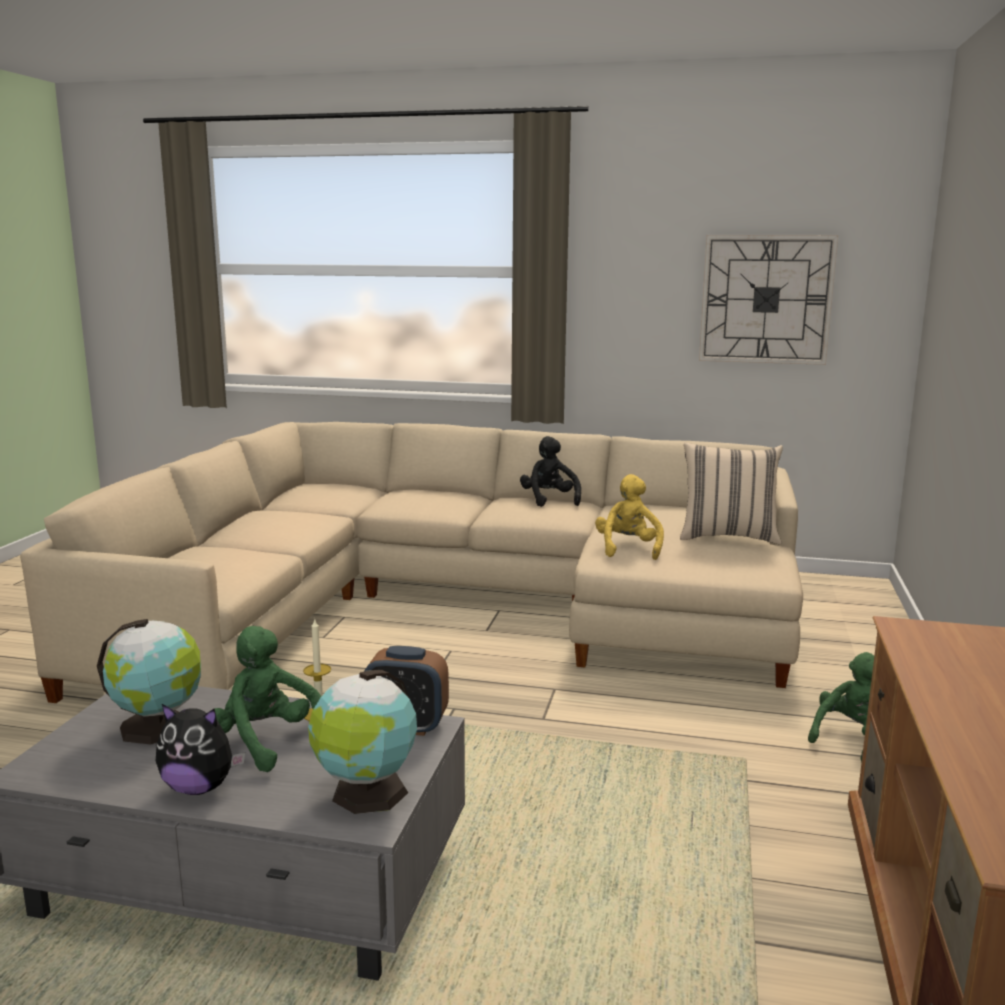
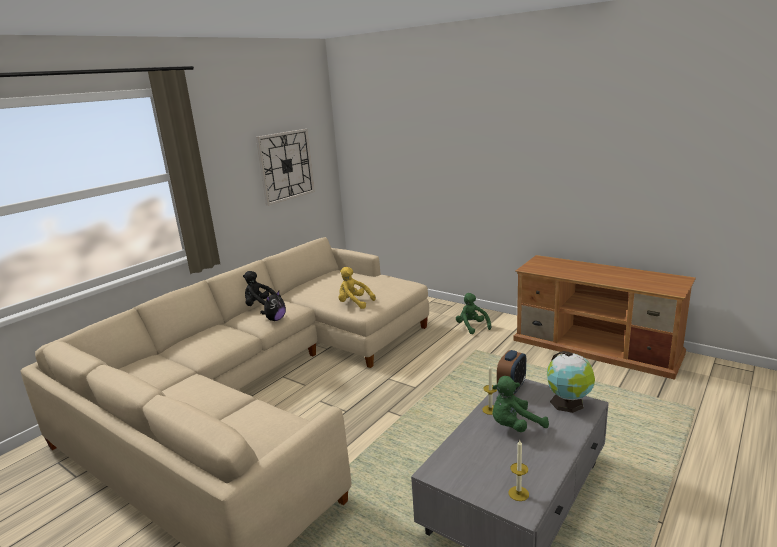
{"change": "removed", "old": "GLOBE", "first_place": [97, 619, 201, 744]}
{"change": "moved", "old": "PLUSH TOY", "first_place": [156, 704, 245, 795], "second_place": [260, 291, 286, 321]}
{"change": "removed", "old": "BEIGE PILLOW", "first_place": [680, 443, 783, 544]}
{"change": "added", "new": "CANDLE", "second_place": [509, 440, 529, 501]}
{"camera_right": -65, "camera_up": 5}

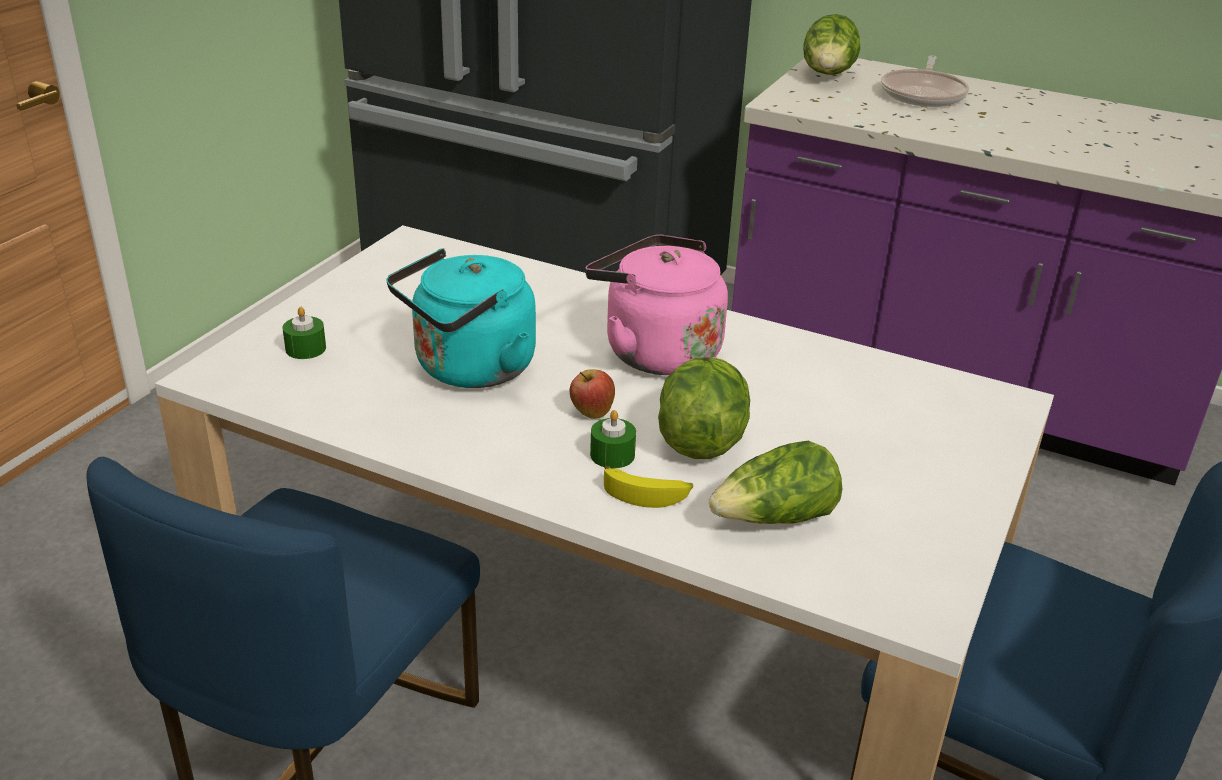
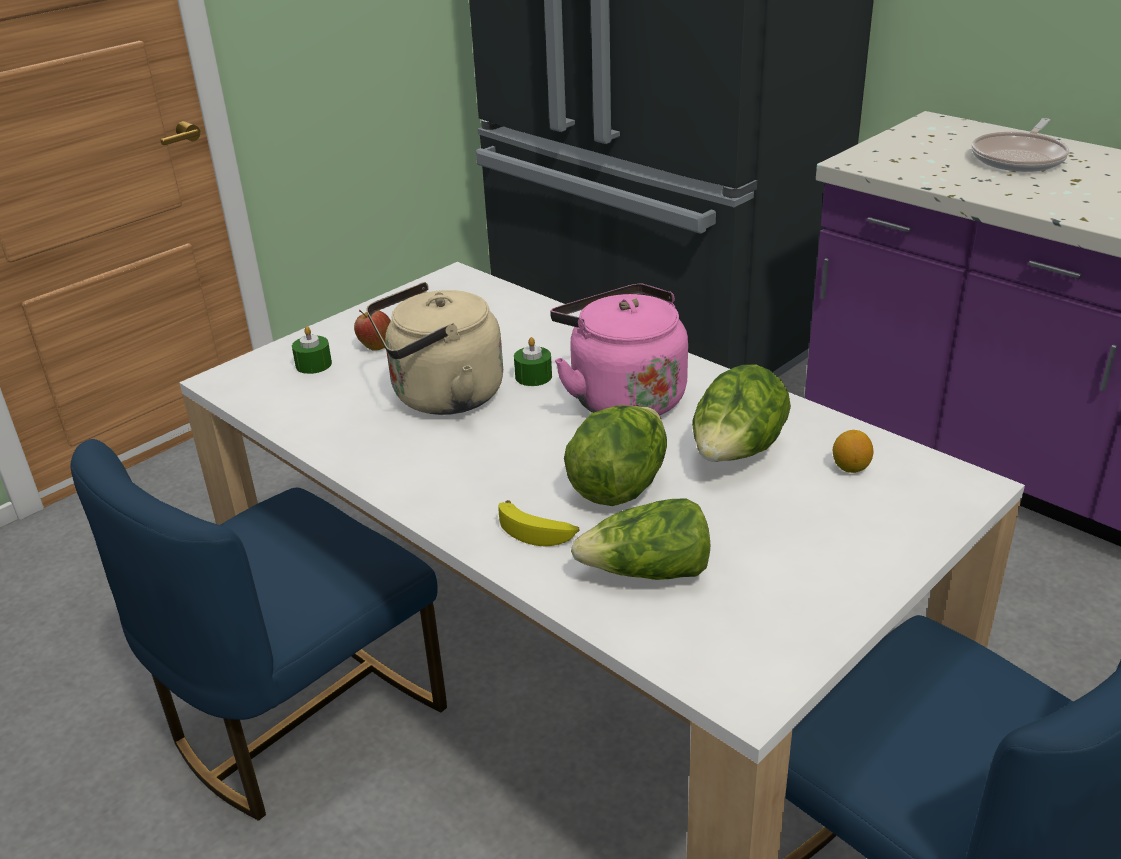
{"change": "recoloured", "old": "TURQUOISE KETTLE", "new": "BEIGE KETTLE", "first_place": [387, 248, 536, 388], "second_place": [366, 282, 503, 415]}
{"change": "moved", "old": "APPLE", "first_place": [569, 369, 615, 419], "second_place": [354, 310, 391, 350]}
{"change": "moved", "old": "GREEN CANDLE", "first_place": [590, 410, 636, 468], "second_place": [514, 337, 552, 386]}
{"change": "moved", "old": "LETTUCE", "first_place": [803, 14, 860, 75], "second_place": [692, 365, 791, 462]}
{"change": "added", "new": "LEMON", "second_place": [833, 430, 873, 473]}
{"camera_right": 20, "camera_up": 0}

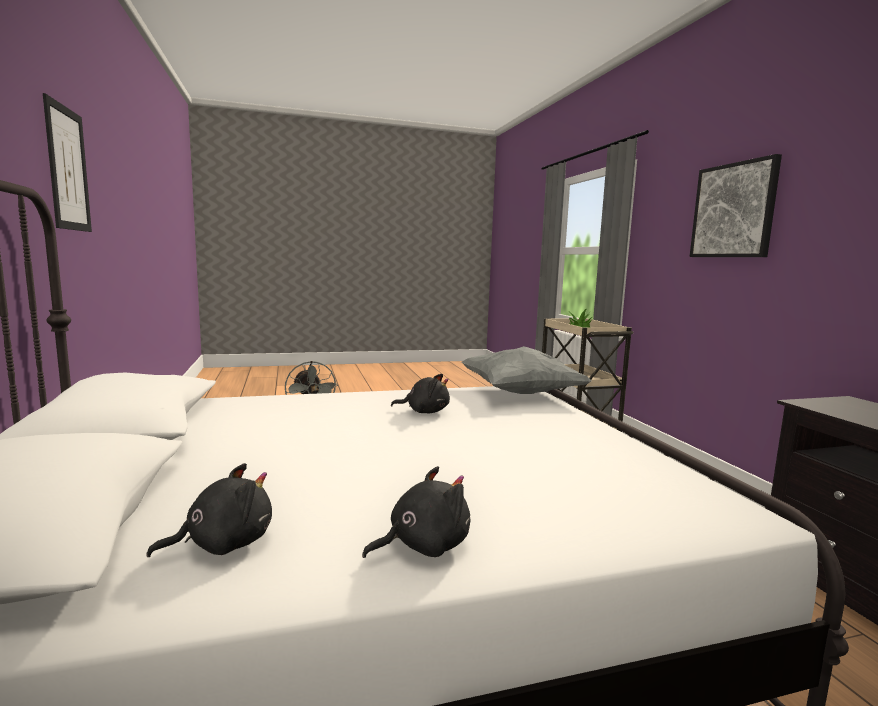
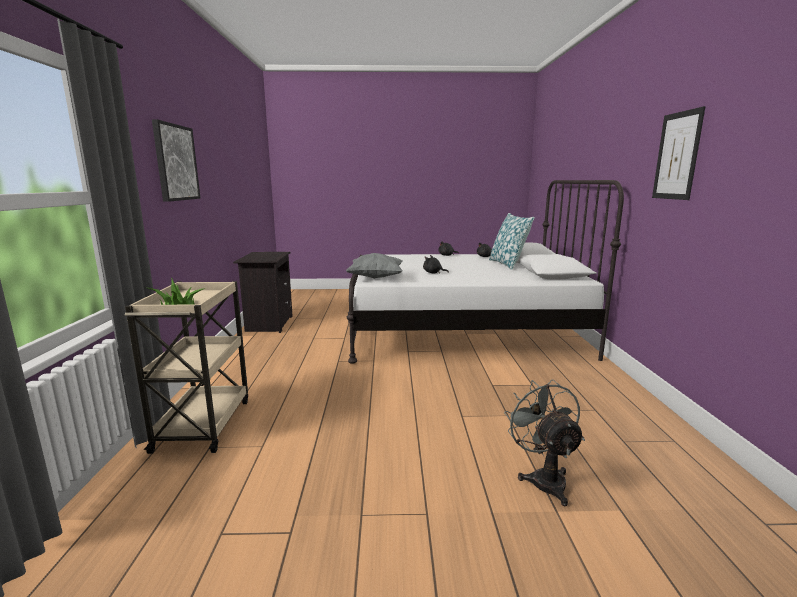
{"change": "added", "new": "PILLOW", "second_place": [489, 213, 534, 270]}
{"camera_right": -165, "camera_up": 5}

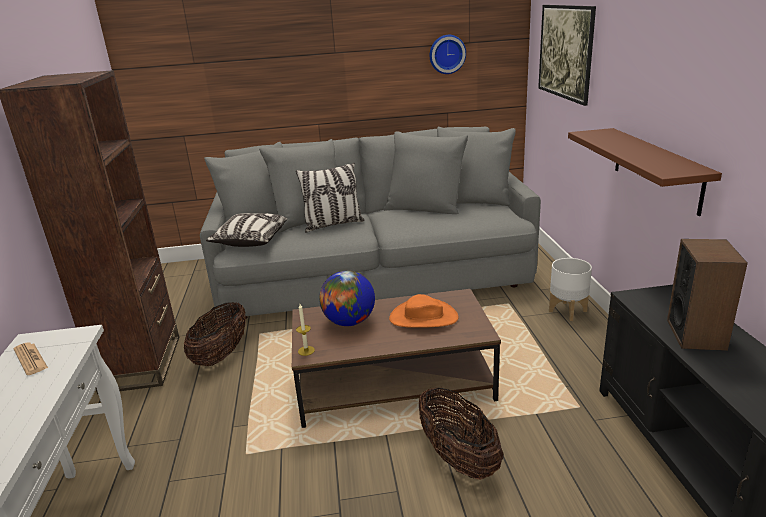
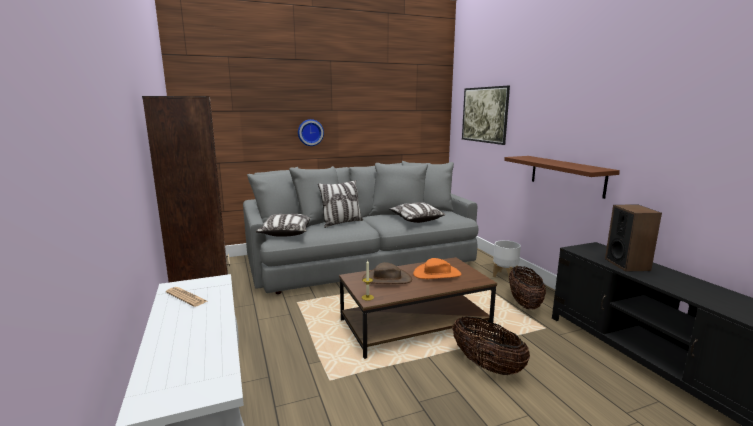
{"change": "moved", "old": "BASKET", "first_place": [184, 302, 246, 366], "second_place": [509, 266, 546, 309]}
{"change": "replaced", "old": "GLOBE", "new": "BROWN HAT", "first_place": [319, 271, 375, 326], "second_place": [362, 262, 412, 284]}
{"change": "moved", "old": "WALL CLOCK", "first_place": [430, 35, 466, 74], "second_place": [298, 119, 324, 146]}
{"change": "added", "new": "PILLOW", "second_place": [390, 202, 445, 223]}
{"camera_right": -15, "camera_up": -10}

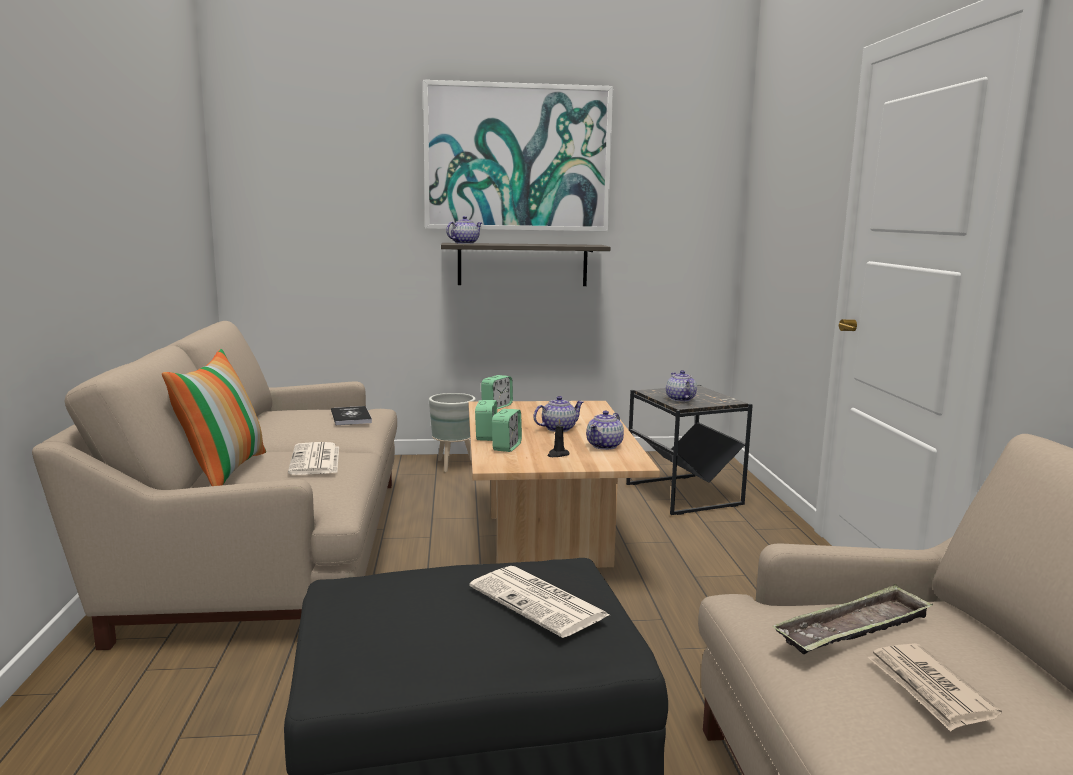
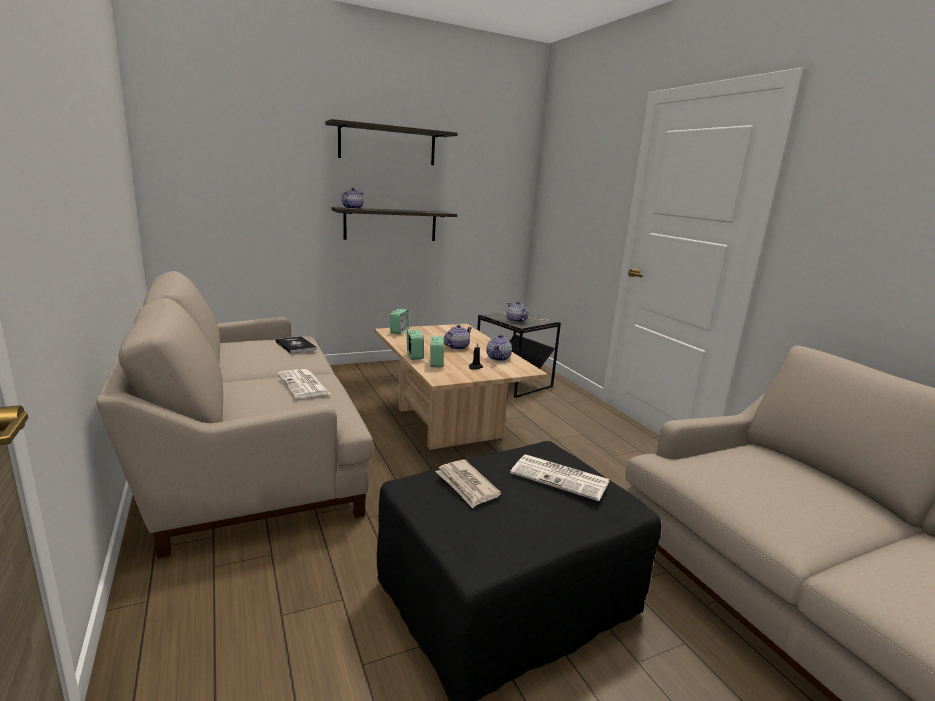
{"change": "removed", "old": "PILLOW", "first_place": [162, 349, 266, 486]}
{"change": "replaced", "old": "PICTURE", "new": "SHELF", "first_place": [423, 80, 613, 231], "second_place": [325, 119, 457, 165]}
{"change": "removed", "old": "GREY PLANTER", "first_place": [429, 393, 476, 472]}
{"change": "removed", "old": "TRAY", "first_place": [772, 584, 933, 654]}
{"change": "moved", "old": "NEWSPAPER", "first_place": [868, 643, 1002, 731], "second_place": [435, 460, 501, 508]}
{"camera_right": -20, "camera_up": 5}

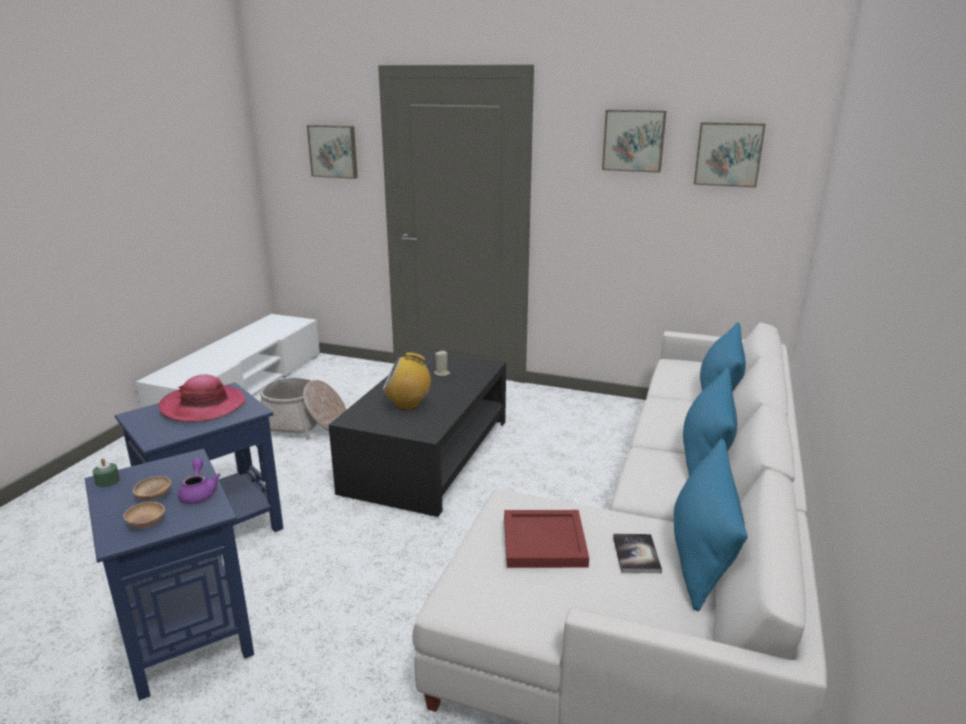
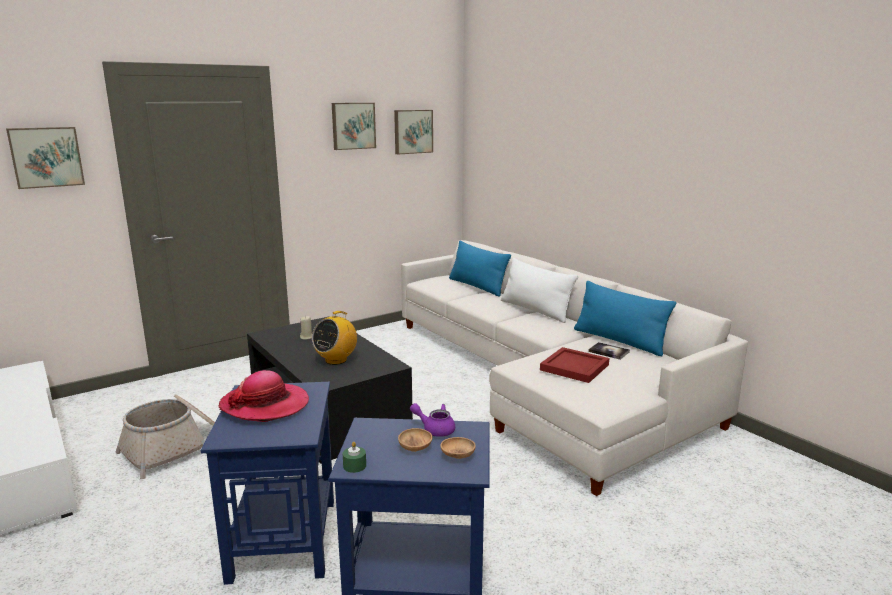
{"change": "recoloured", "old": "BLUE PILLOW", "new": "WHITE PILLOW", "first_place": [683, 368, 737, 476], "second_place": [501, 258, 578, 323]}
{"camera_right": -55, "camera_up": -5}

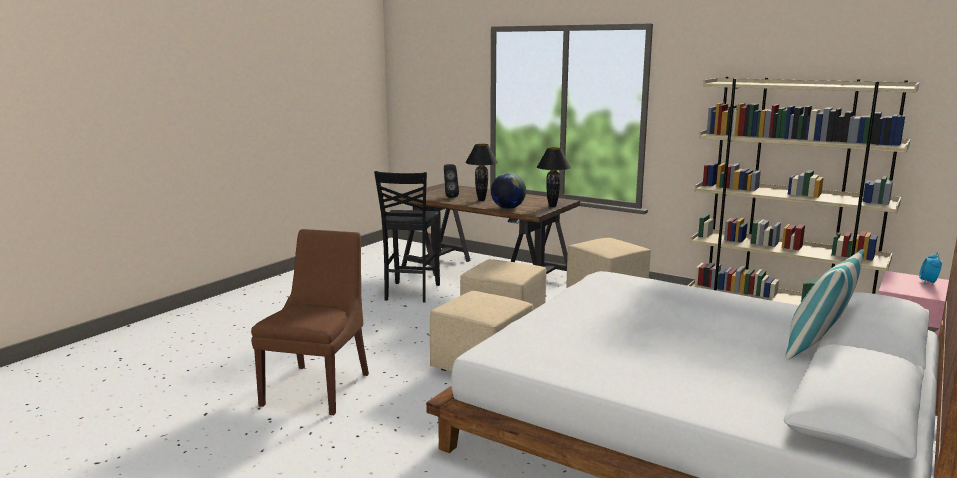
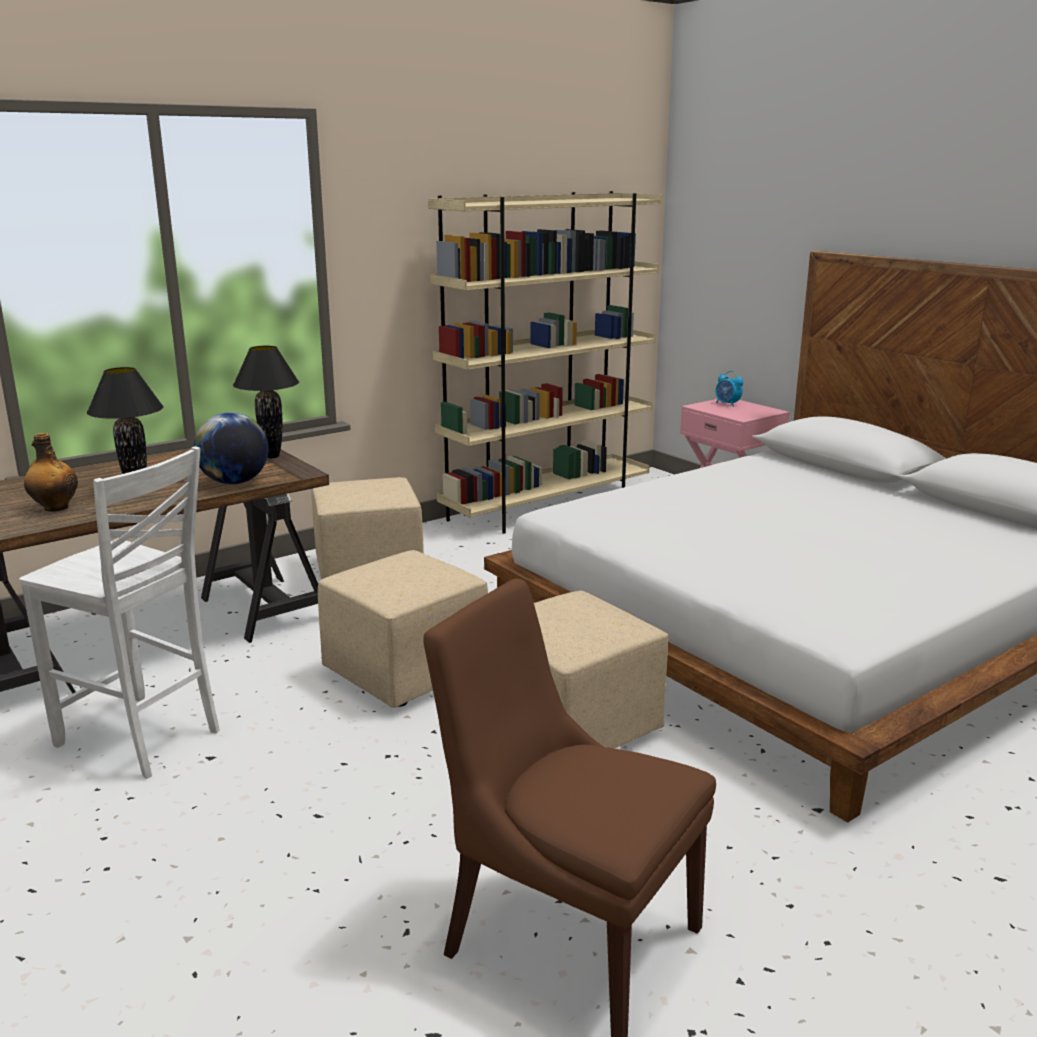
{"change": "recoloured", "old": "BLACK CHAIR", "new": "WHITE CHAIR", "first_place": [374, 171, 440, 303], "second_place": [19, 446, 219, 779]}
{"change": "replaced", "old": "BLACK SPEAKER", "new": "BOTTLE", "first_place": [444, 164, 459, 198], "second_place": [24, 433, 78, 512]}
{"change": "removed", "old": "PILLOW", "first_place": [786, 249, 864, 359]}
{"camera_right": -70, "camera_up": 5}

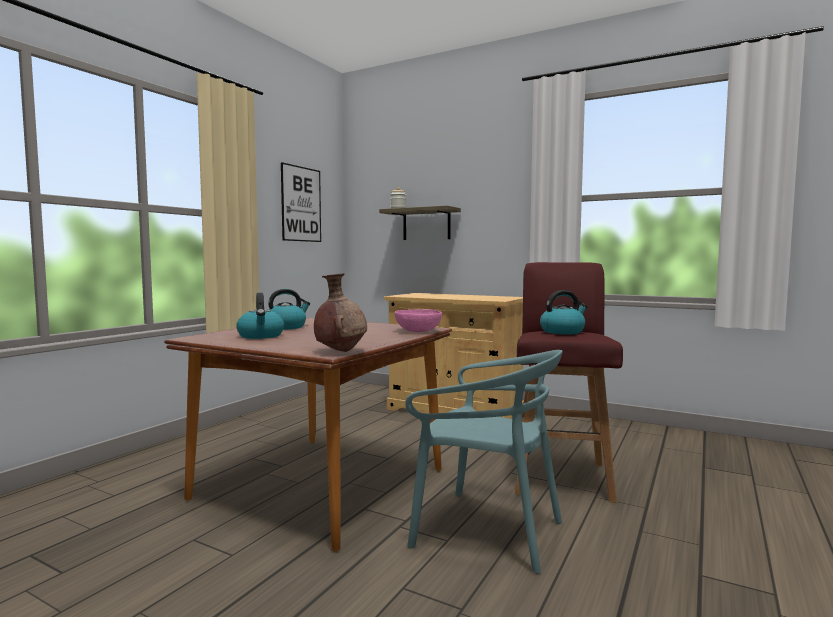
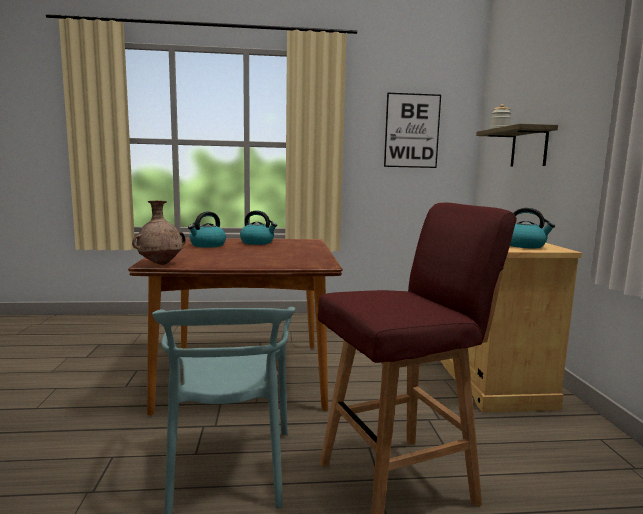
{"change": "removed", "old": "PINK BOWL", "first_place": [394, 309, 442, 332]}
{"change": "moved", "old": "KETTLE", "first_place": [540, 290, 588, 334], "second_place": [510, 208, 555, 248]}
{"camera_right": 55, "camera_up": 5}

